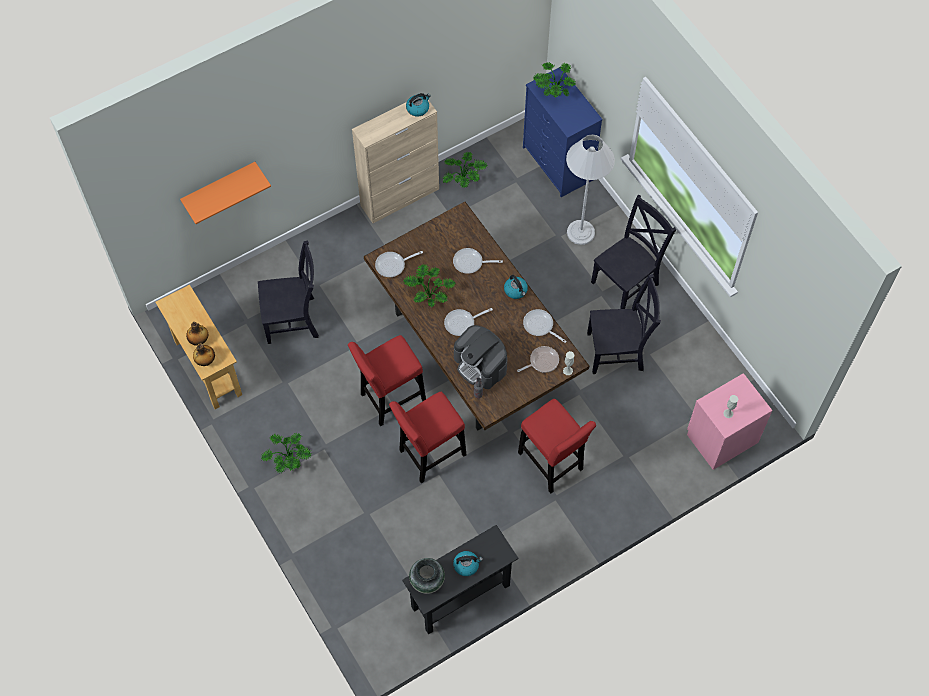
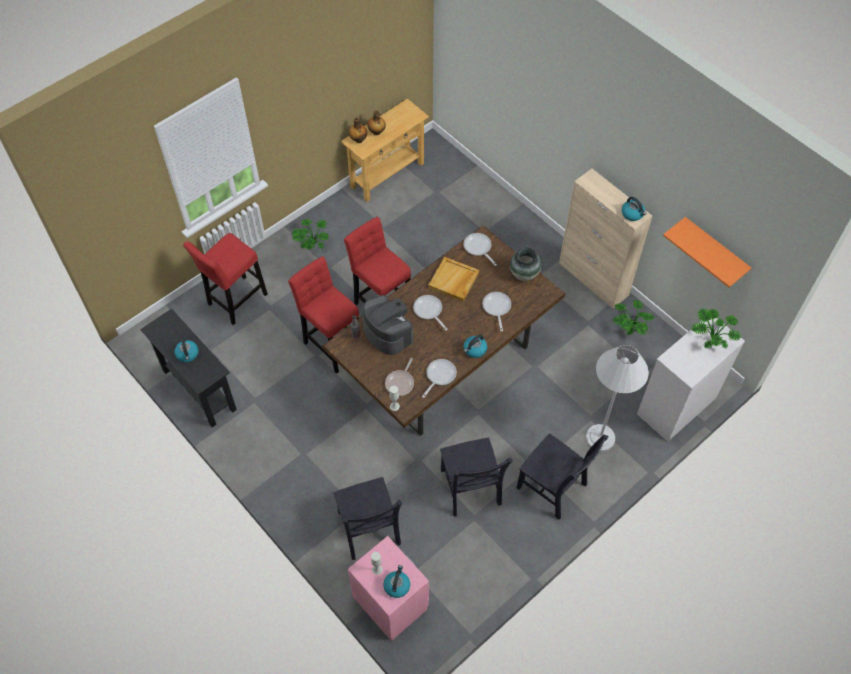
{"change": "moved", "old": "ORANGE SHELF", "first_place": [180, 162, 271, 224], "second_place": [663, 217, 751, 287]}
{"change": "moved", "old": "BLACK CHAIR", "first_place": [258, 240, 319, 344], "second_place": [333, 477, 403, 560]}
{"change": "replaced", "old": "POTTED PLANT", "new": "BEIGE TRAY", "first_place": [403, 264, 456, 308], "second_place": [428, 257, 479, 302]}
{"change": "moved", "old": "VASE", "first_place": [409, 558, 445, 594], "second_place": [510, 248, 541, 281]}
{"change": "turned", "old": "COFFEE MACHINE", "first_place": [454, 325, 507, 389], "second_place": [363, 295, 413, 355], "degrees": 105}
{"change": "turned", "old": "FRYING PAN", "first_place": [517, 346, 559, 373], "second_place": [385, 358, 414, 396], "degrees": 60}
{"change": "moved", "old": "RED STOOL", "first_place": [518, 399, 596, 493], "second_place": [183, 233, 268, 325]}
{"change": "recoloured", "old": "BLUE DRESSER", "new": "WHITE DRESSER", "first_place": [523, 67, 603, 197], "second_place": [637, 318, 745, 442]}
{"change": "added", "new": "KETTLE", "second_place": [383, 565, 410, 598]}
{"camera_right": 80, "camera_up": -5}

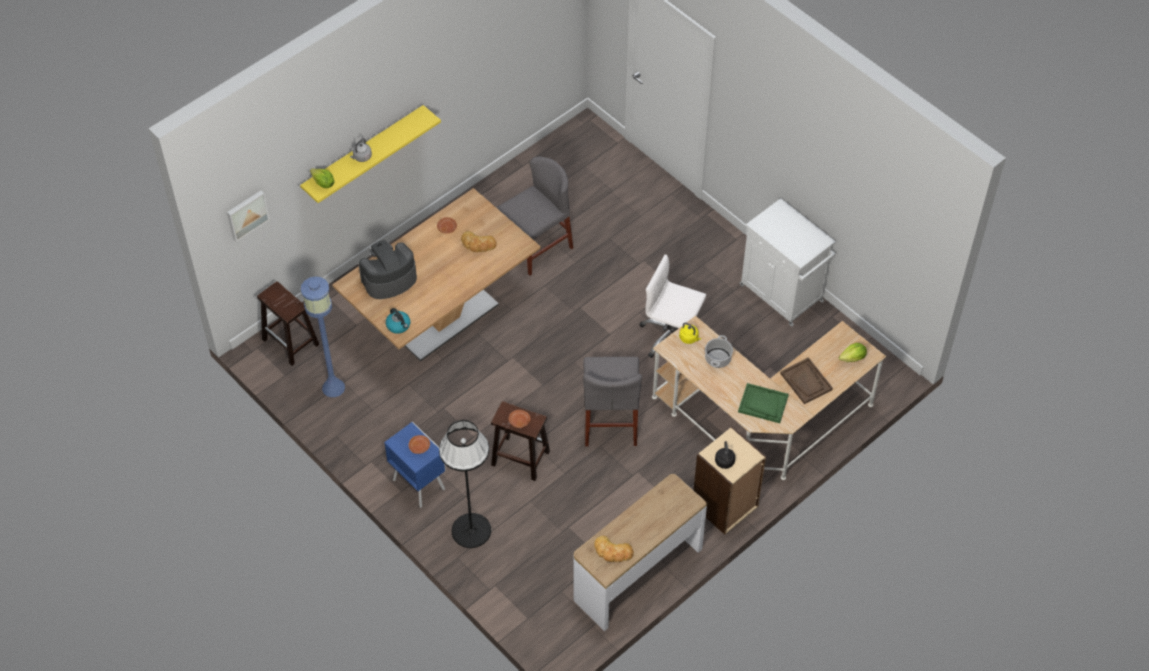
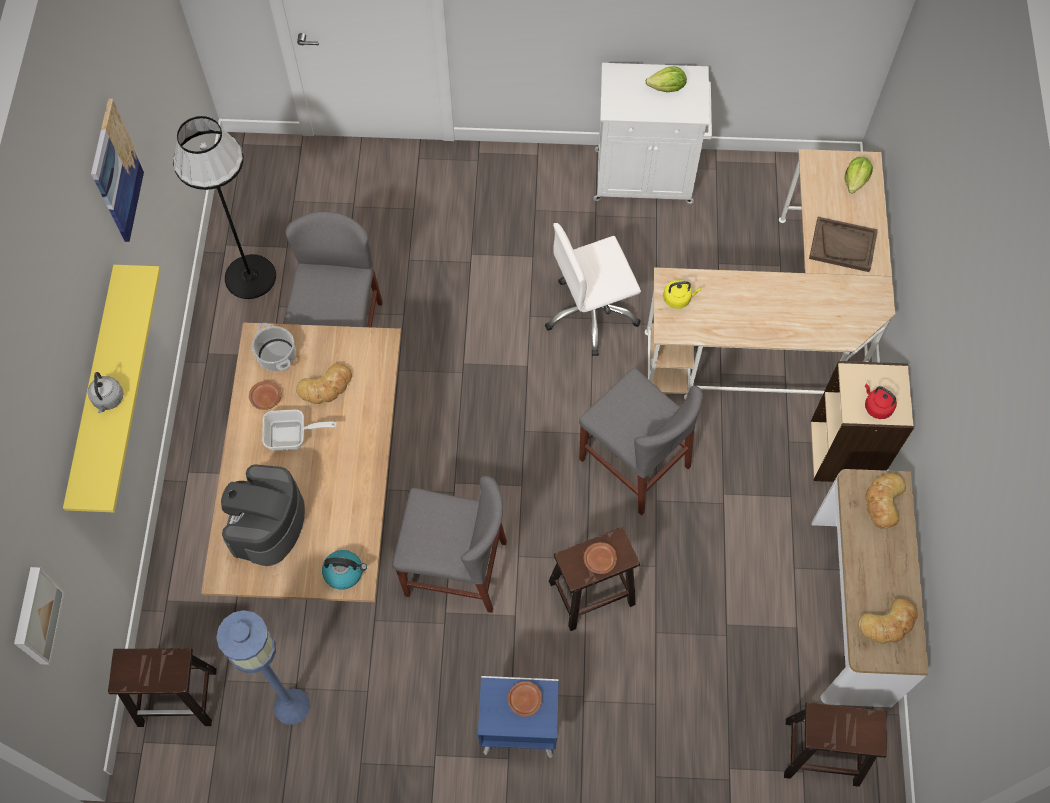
{"change": "moved", "old": "LETTUCE", "first_place": [310, 168, 335, 188], "second_place": [645, 66, 687, 92]}
{"change": "moved", "old": "BLACK FLOOR LAMP", "first_place": [439, 420, 491, 548], "second_place": [173, 116, 276, 299]}
{"change": "moved", "old": "COOKING POT", "first_place": [705, 335, 733, 368], "second_place": [252, 323, 296, 371]}
{"change": "recoloured", "old": "BLACK KETTLE", "new": "RED KETTLE", "first_place": [715, 441, 735, 469], "second_place": [865, 383, 897, 419]}
{"change": "removed", "old": "GREEN TRAY", "first_place": [738, 383, 789, 423]}
{"change": "added", "new": "PICTURE", "second_place": [91, 99, 144, 242]}
{"change": "added", "new": "FRYING PAN", "second_place": [262, 410, 337, 451]}
{"change": "added", "new": "GREY CHAIR", "second_place": [392, 476, 507, 613]}
{"change": "added", "new": "BROWN STOOL", "second_place": [784, 702, 887, 787]}
{"change": "added", "new": "BREAD", "second_place": [865, 473, 906, 529]}
{"camera_right": -45, "camera_up": 10}

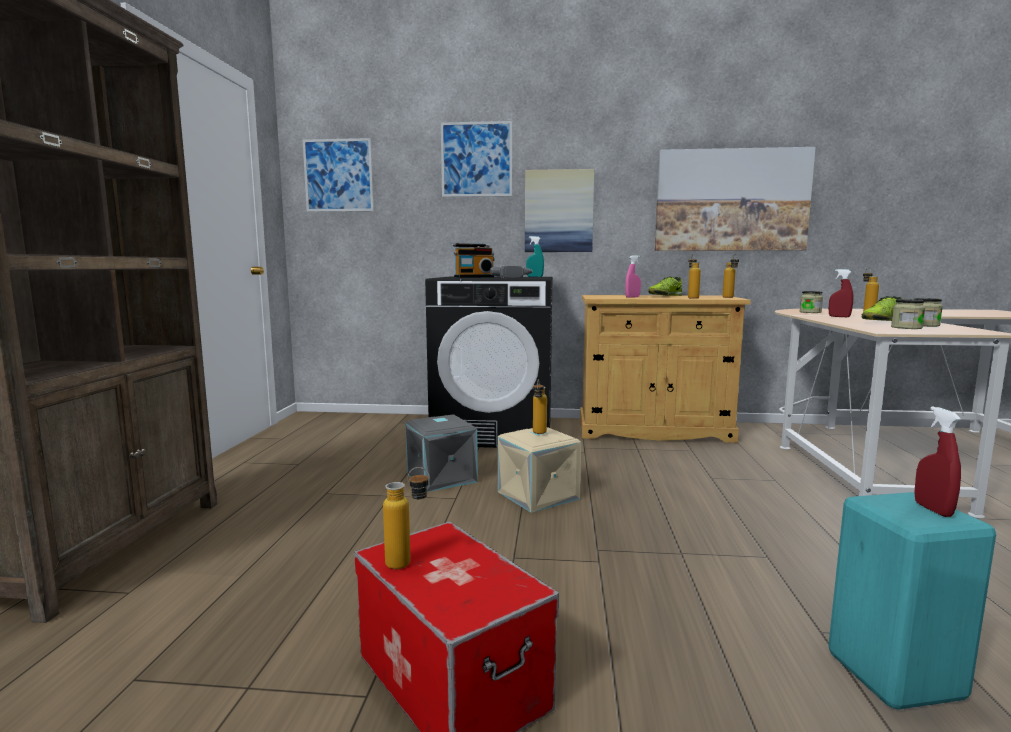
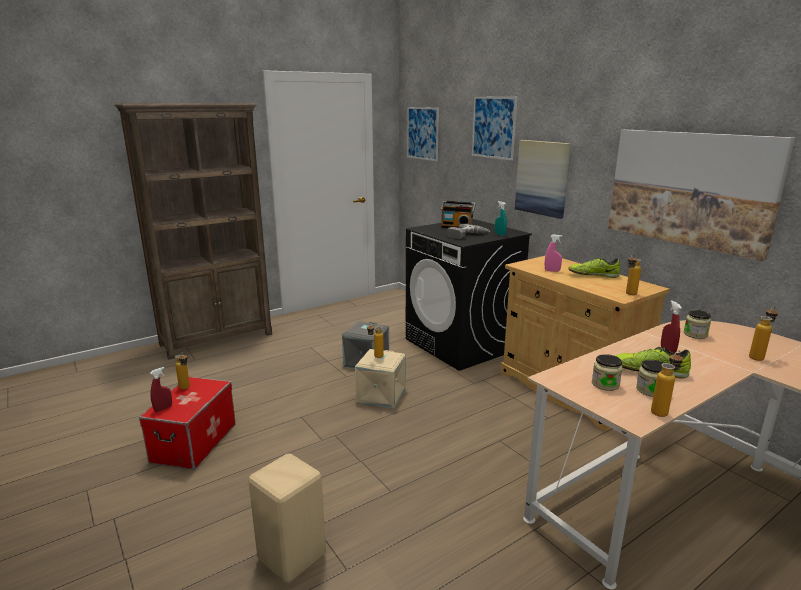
{"change": "moved", "old": "BOTTLE", "first_place": [688, 255, 701, 299], "second_place": [651, 350, 683, 417]}
{"change": "recoloured", "old": "TURQUOISE STOOL", "new": "BEIGE STOOL", "first_place": [828, 492, 996, 710], "second_place": [248, 454, 326, 584]}
{"change": "moved", "old": "RED SPRAY BOTTLE", "first_place": [915, 406, 961, 517], "second_place": [150, 367, 172, 412]}
{"camera_right": 50, "camera_up": 10}

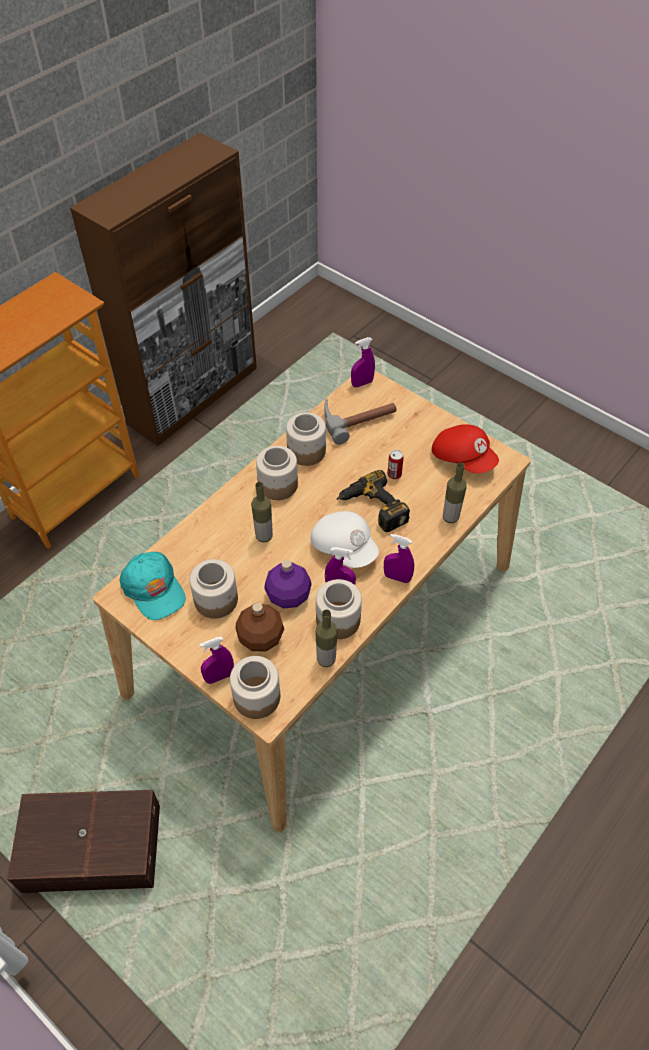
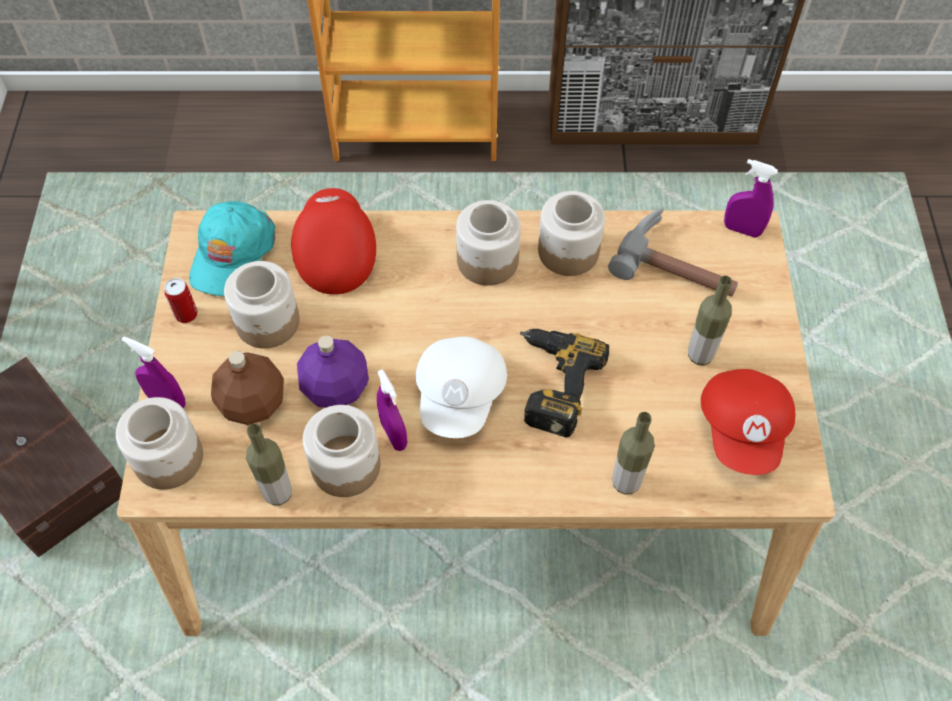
{"change": "moved", "old": "BOTTLE", "first_place": [251, 482, 273, 542], "second_place": [688, 275, 732, 366]}
{"change": "removed", "old": "PURPLE SPRAY BOTTLE", "first_place": [384, 534, 414, 583]}
{"change": "moved", "old": "CAN", "first_place": [387, 450, 404, 479], "second_place": [164, 278, 198, 323]}
{"change": "added", "new": "RED CAP", "second_place": [291, 188, 376, 295]}
{"camera_right": 50, "camera_up": 5}

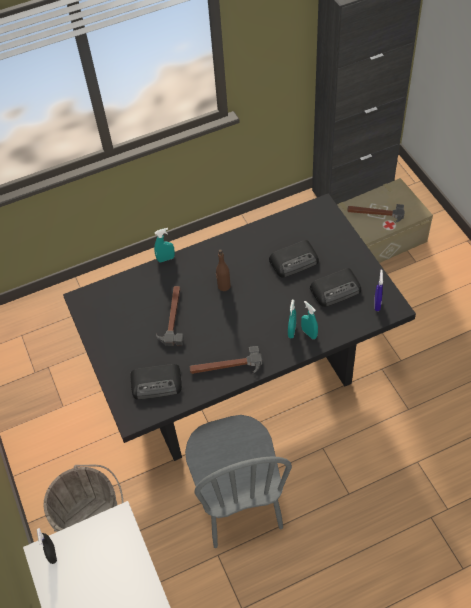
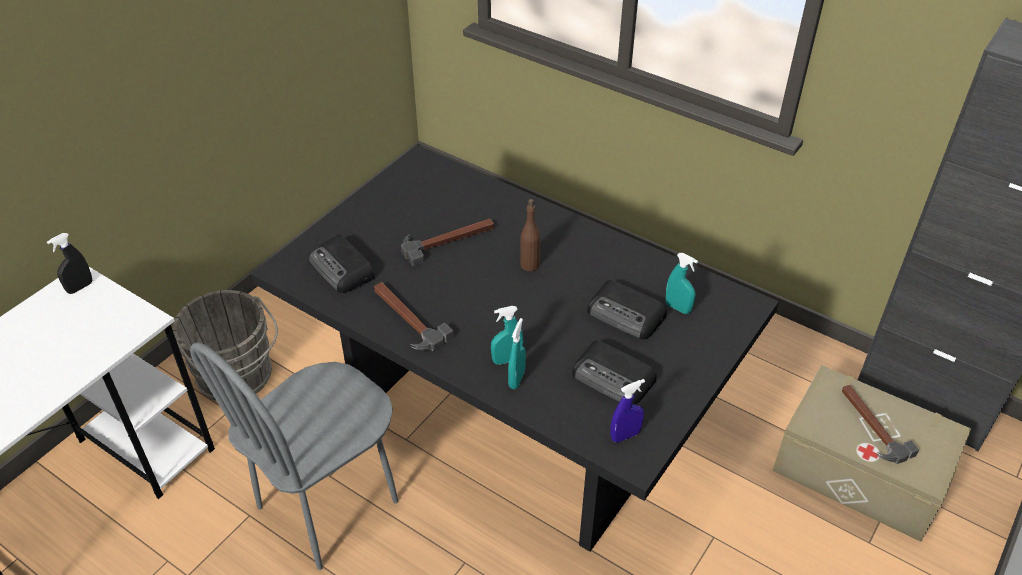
{"change": "moved", "old": "TURQUOISE SPRAY BOTTLE", "first_place": [154, 228, 175, 262], "second_place": [666, 253, 698, 314]}
{"camera_right": 55, "camera_up": -10}

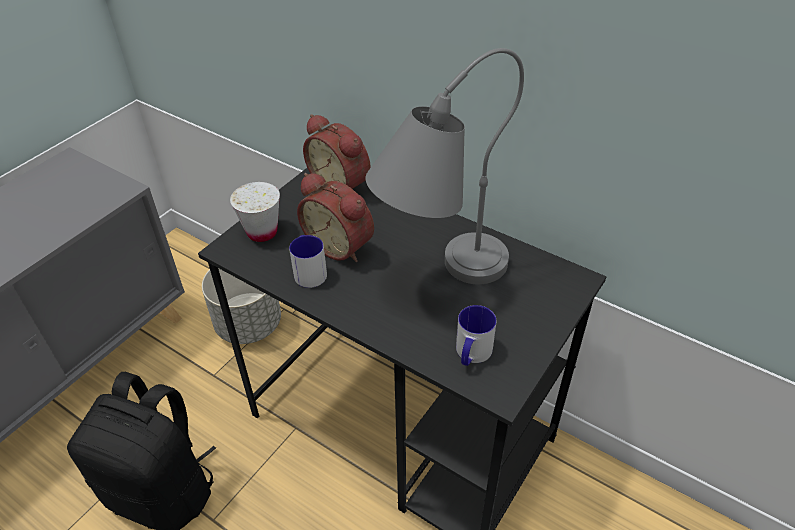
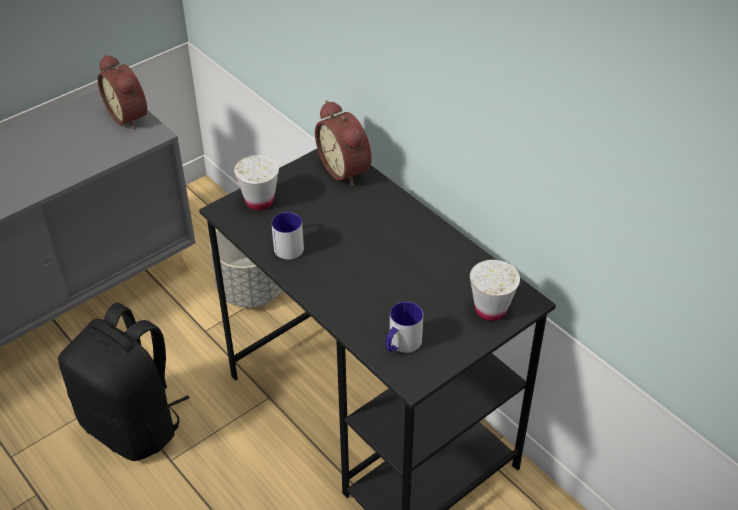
{"change": "moved", "old": "ALARM CLOCK", "first_place": [297, 173, 374, 262], "second_place": [97, 55, 147, 129]}
{"change": "removed", "old": "GREY TABLE LAMP", "first_place": [366, 48, 524, 284]}
{"change": "added", "new": "WHITE CUP", "second_place": [470, 260, 520, 321]}
{"camera_right": 15, "camera_up": 0}

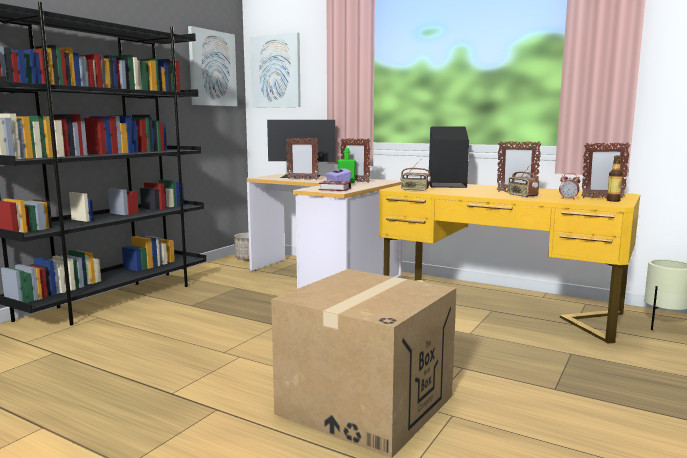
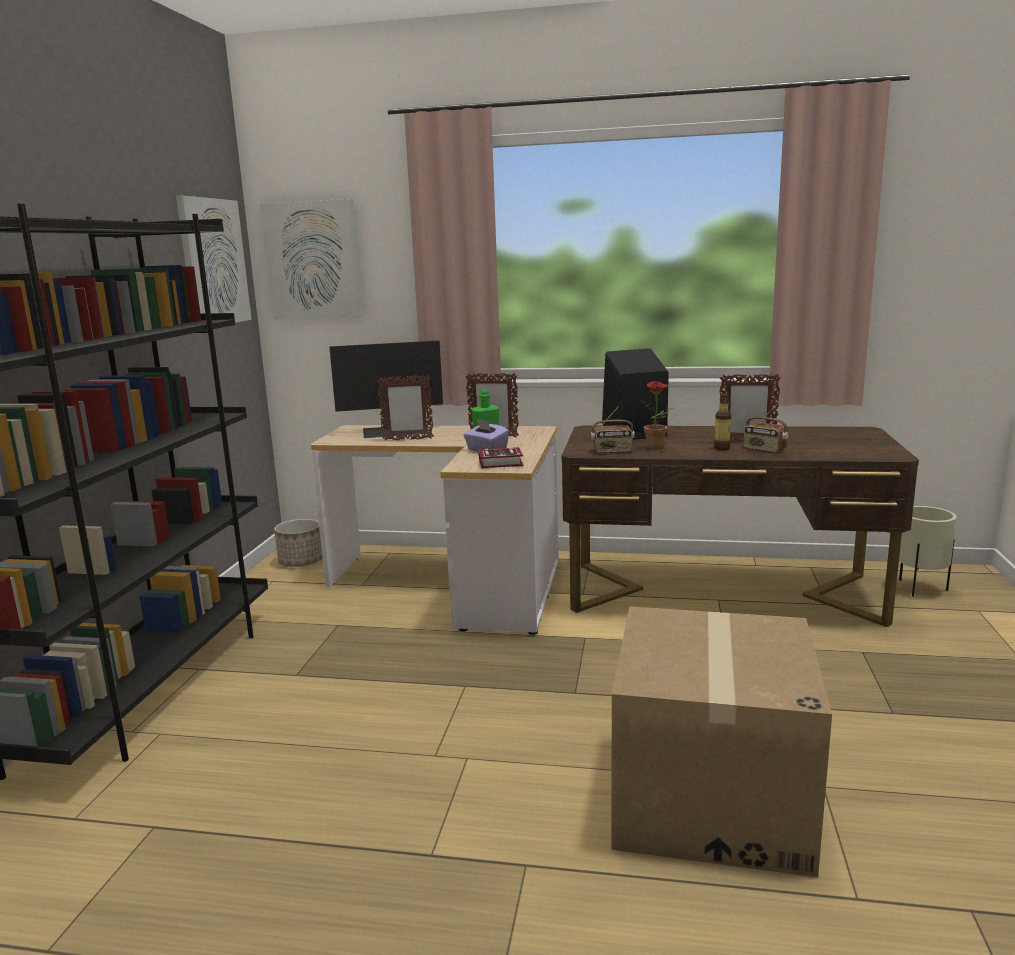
{"change": "recoloured", "old": "YELLOW DESK", "new": "BROWN DESK", "first_place": [379, 184, 640, 344], "second_place": [562, 425, 919, 627]}
{"change": "removed", "old": "ALARM CLOCK", "first_place": [559, 173, 581, 200]}
{"change": "removed", "old": "PICTURE FRAME", "first_place": [581, 142, 630, 198]}
{"change": "moved", "old": "BOTTLE", "first_place": [607, 156, 623, 202], "second_place": [714, 393, 731, 450]}
{"change": "added", "new": "POTTED PLANT", "second_place": [640, 381, 672, 449]}
{"camera_right": -20, "camera_up": 5}

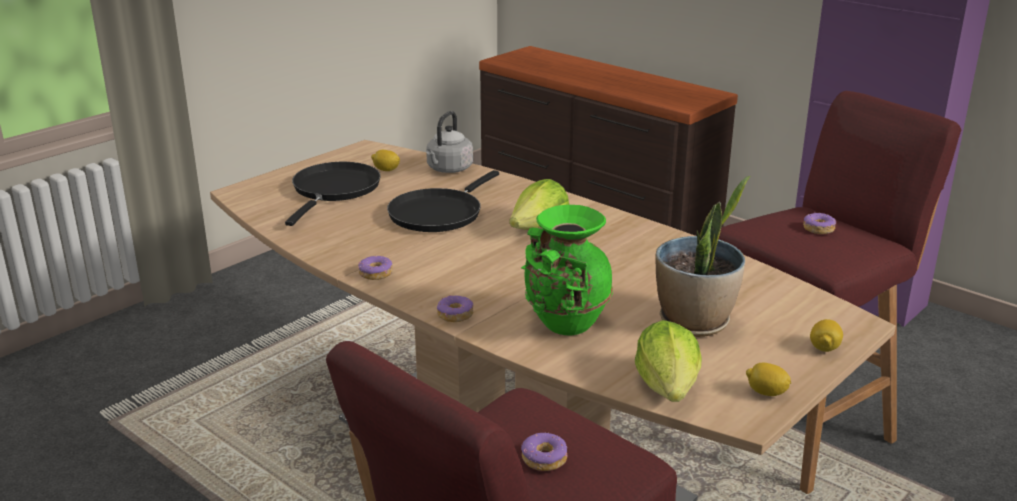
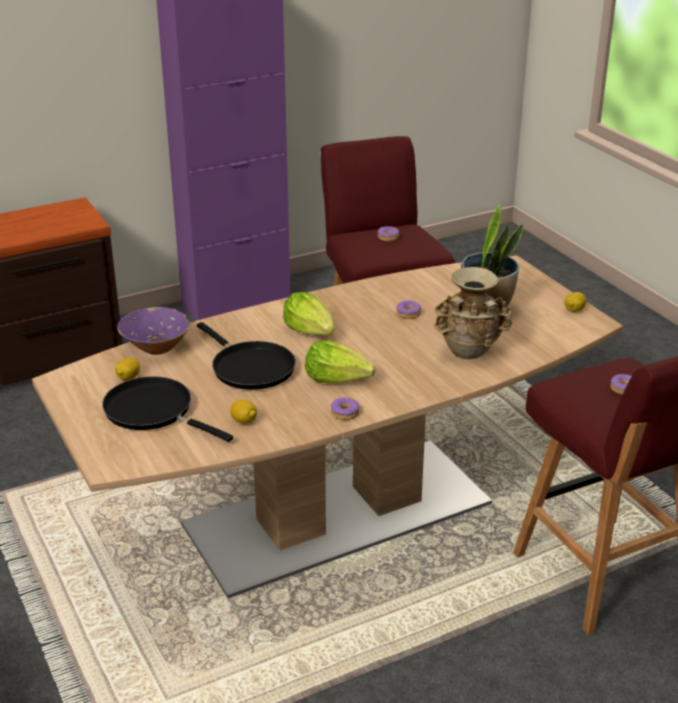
{"change": "replaced", "old": "GREY KETTLE", "new": "PURPLE BOWL", "first_place": [426, 111, 473, 173], "second_place": [117, 307, 190, 355]}
{"change": "moved", "old": "DONUT", "first_place": [437, 295, 473, 322], "second_place": [396, 300, 421, 319]}
{"change": "recoloured", "old": "GREEN VASE", "new": "BEIGE VASE", "first_place": [521, 205, 613, 336], "second_place": [433, 267, 512, 359]}
{"change": "moved", "old": "LETTUCE", "first_place": [635, 320, 702, 402], "second_place": [305, 340, 376, 383]}
{"change": "moved", "old": "LEMON", "first_place": [810, 319, 843, 352], "second_place": [230, 400, 257, 424]}
{"camera_right": -70, "camera_up": 5}

